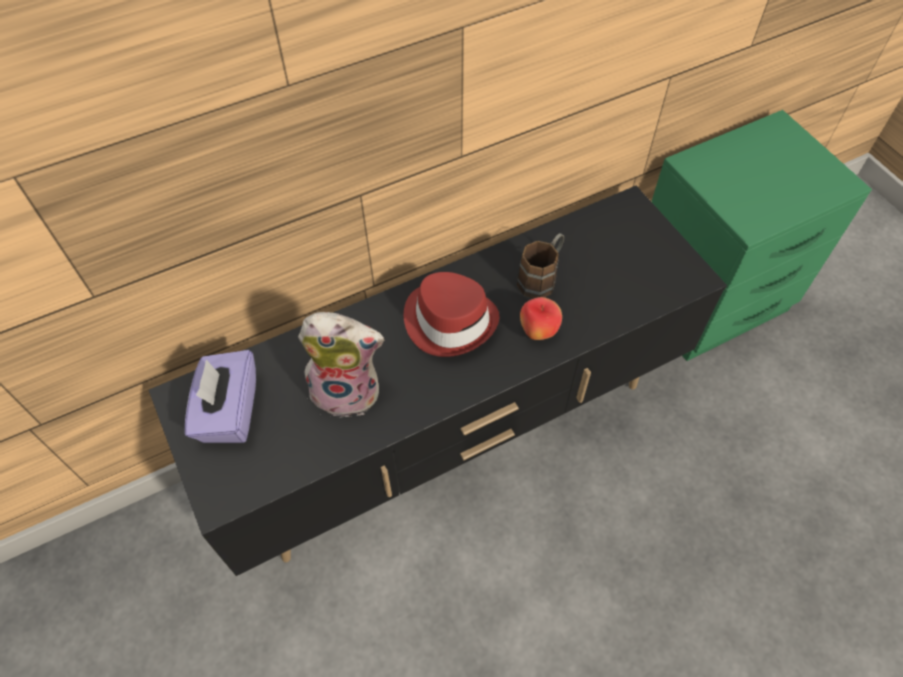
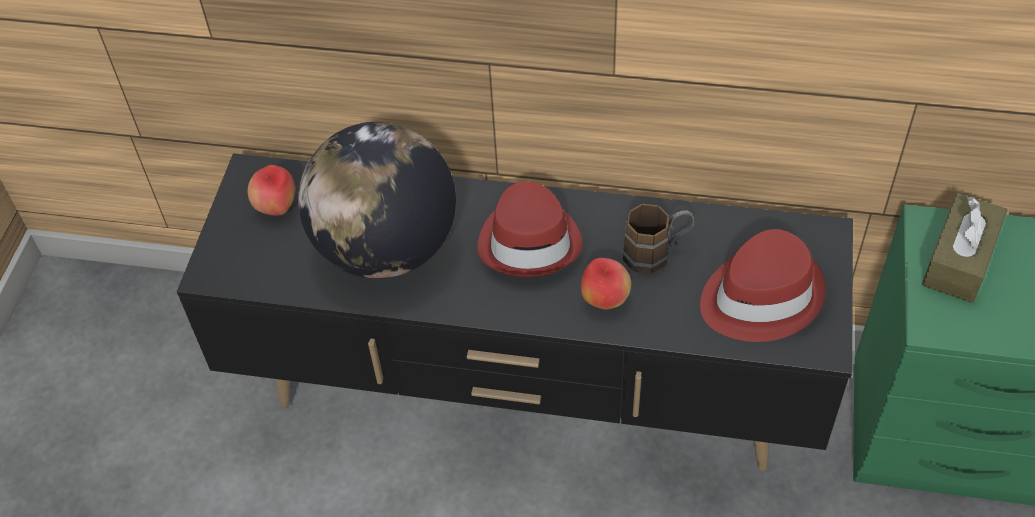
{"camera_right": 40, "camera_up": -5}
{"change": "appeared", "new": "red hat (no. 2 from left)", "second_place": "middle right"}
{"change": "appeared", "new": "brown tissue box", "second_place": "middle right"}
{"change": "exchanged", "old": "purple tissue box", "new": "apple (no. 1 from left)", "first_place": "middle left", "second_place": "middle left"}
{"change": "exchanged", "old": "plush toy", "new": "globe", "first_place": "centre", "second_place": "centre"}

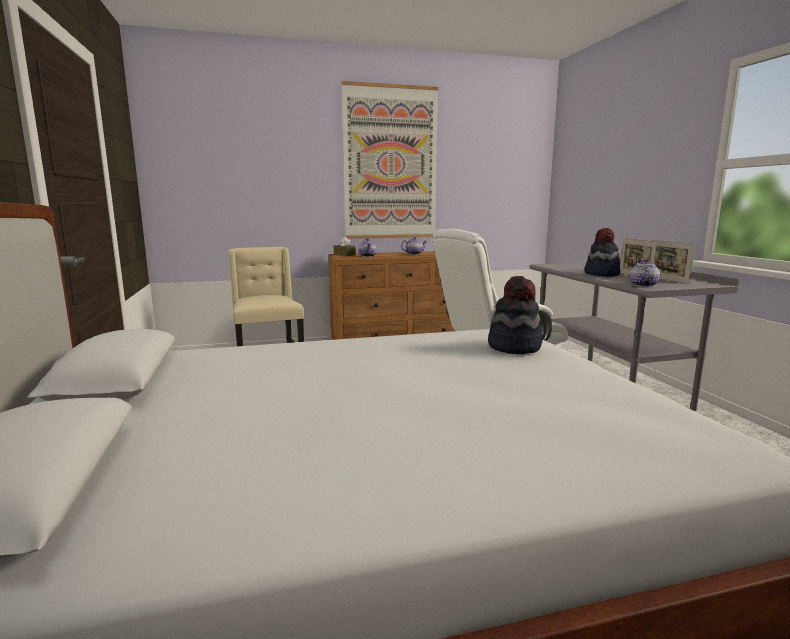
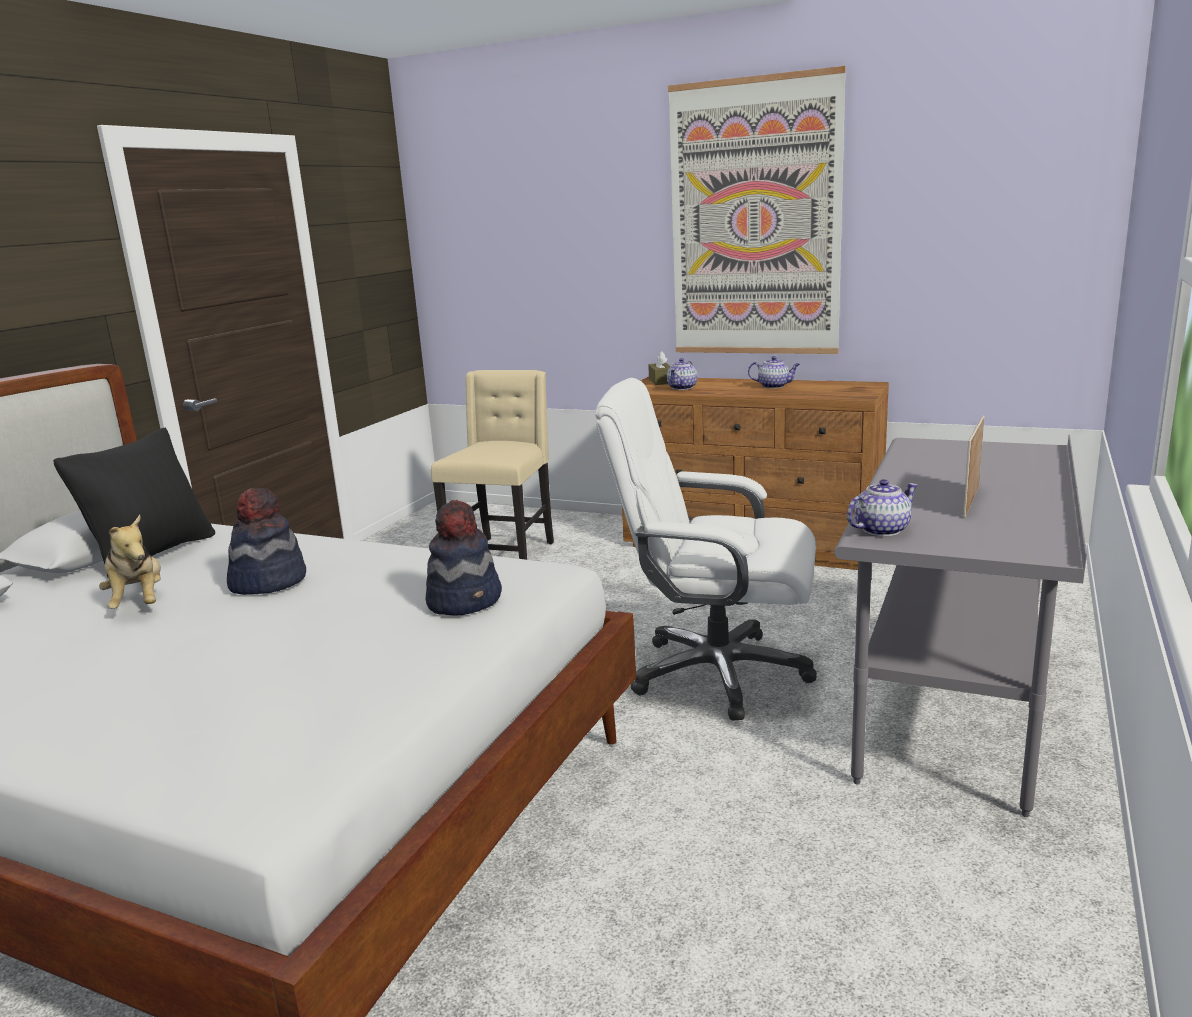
{"camera_right": 40, "camera_up": 5}
{"change": "missing", "old": "picture frame (no. 2 from left)", "first_place": "middle right"}
{"change": "appeared", "new": "black pillow", "second_place": "middle left"}
{"change": "appeared", "new": "plush toy", "second_place": "middle left"}
{"change": "relocated", "old": "hat (no. 2 from left in the first image)", "new": "hat (no. 1 from left)", "first_place": "middle right", "second_place": "middle left"}

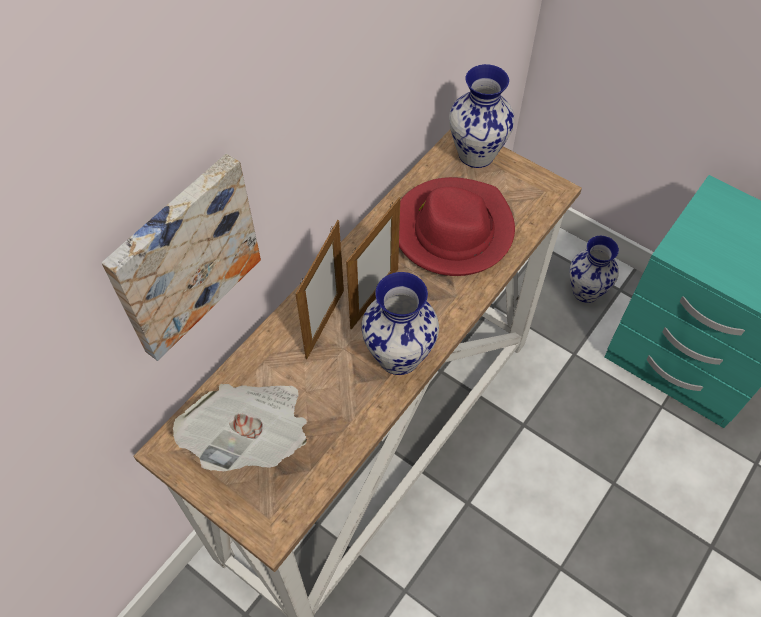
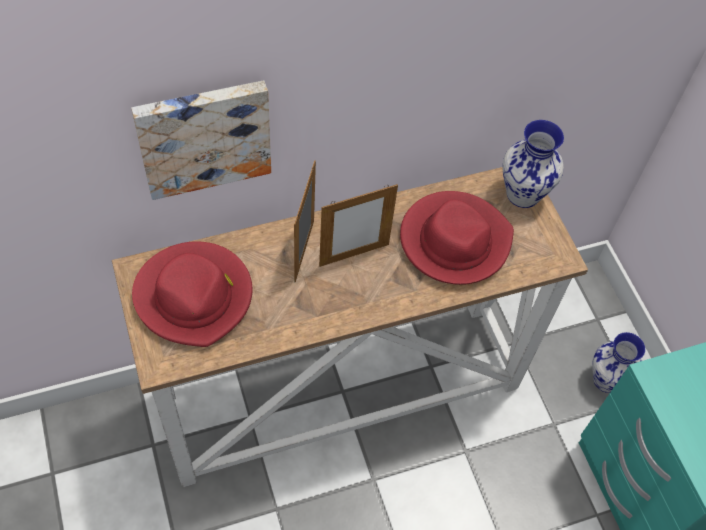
{"camera_right": 30, "camera_up": 0}
{"change": "missing", "old": "vase (no. 1 from left)", "first_place": "centre"}
{"change": "exchanged", "old": "newspaper", "new": "red hat (no. 1 from left)", "first_place": "bottom left", "second_place": "middle left"}
{"change": "spun", "old": "picture frame (no. 1 from left)", "first_place": "centre", "second_place": "centre", "degrees": 135}

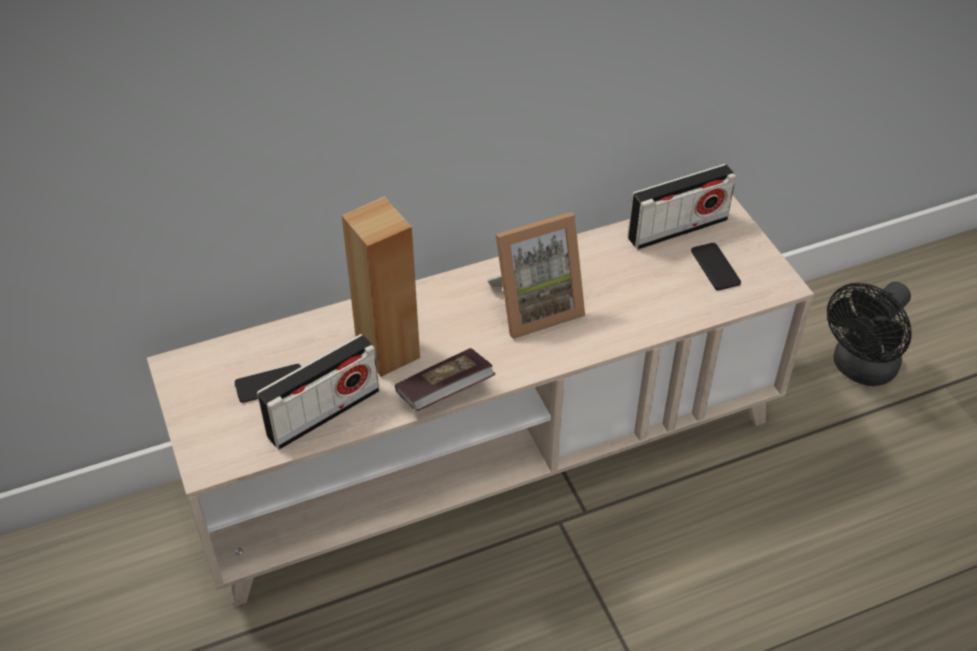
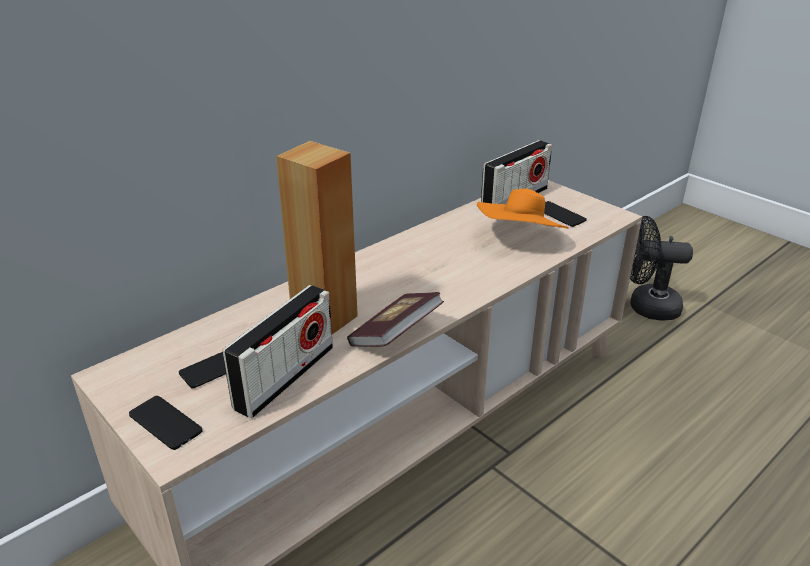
{"camera_right": -20, "camera_up": -15}
{"change": "missing", "old": "picture frame", "first_place": "centre"}
{"change": "appeared", "new": "phone (no. 1 from left)", "second_place": "bottom left"}
{"change": "appeared", "new": "orange hat", "second_place": "centre"}
{"change": "spun", "old": "black fan", "first_place": "middle right", "second_place": "middle right", "degrees": 75}

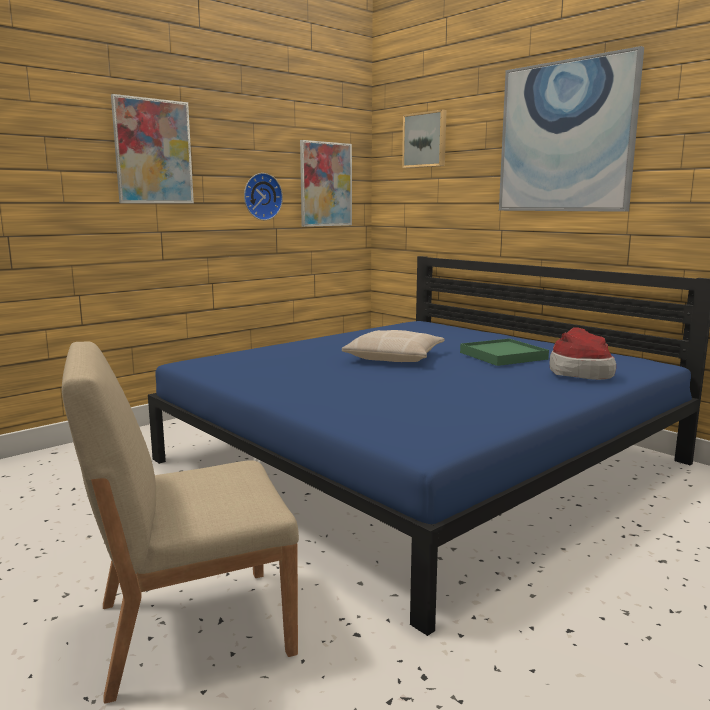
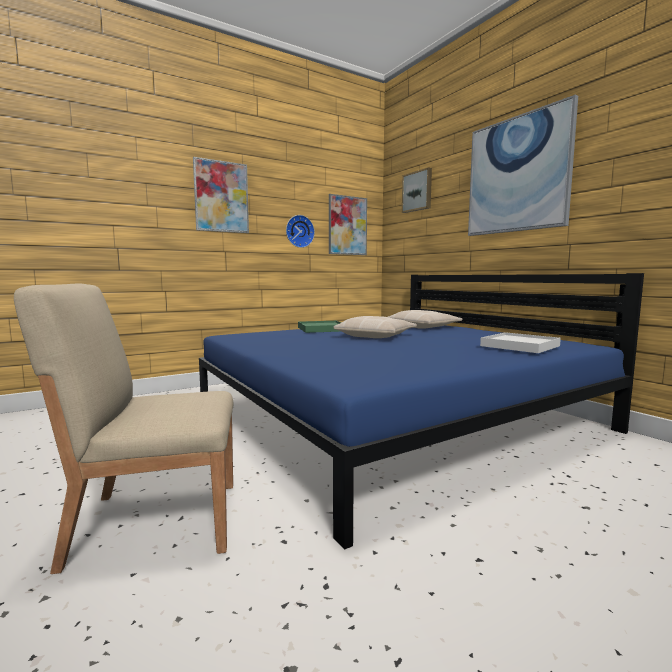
{"camera_right": 10, "camera_up": -5}
{"change": "appeared", "new": "beige pillow (no. 2 from left)", "second_place": "centre"}
{"change": "relocated", "old": "green tray", "first_place": "middle right", "second_place": "centre"}
{"change": "exchanged", "old": "hat", "new": "white tray", "first_place": "middle right", "second_place": "middle right"}

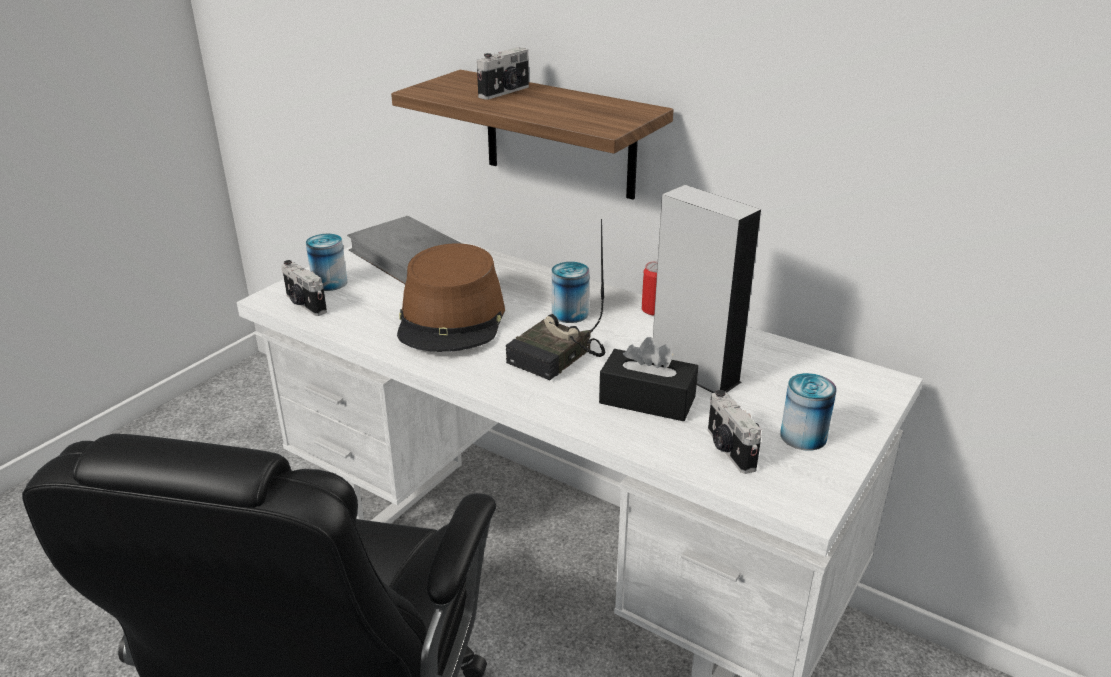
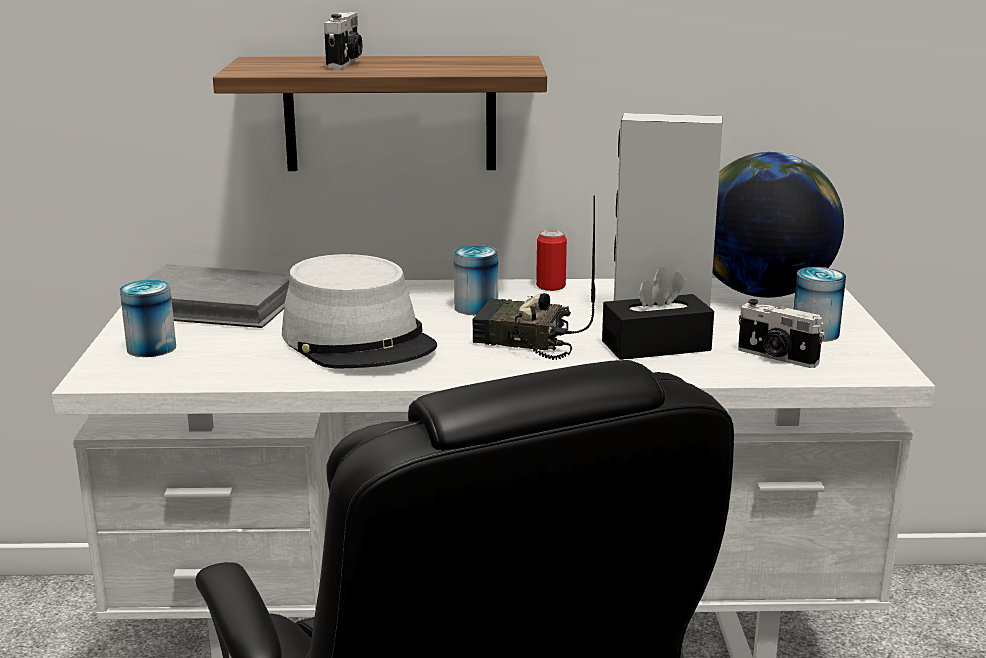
{"camera_right": -35, "camera_up": -10}
{"change": "missing", "old": "photo camera (no. 1 from left)", "first_place": "middle left"}
{"change": "appeared", "new": "globe", "second_place": "middle right"}
{"change": "colour", "old": "brown hat", "new": "grey hat", "first_place": "centre", "second_place": "centre"}
{"change": "spun", "old": "radio", "first_place": "centre", "second_place": "centre", "degrees": 105}

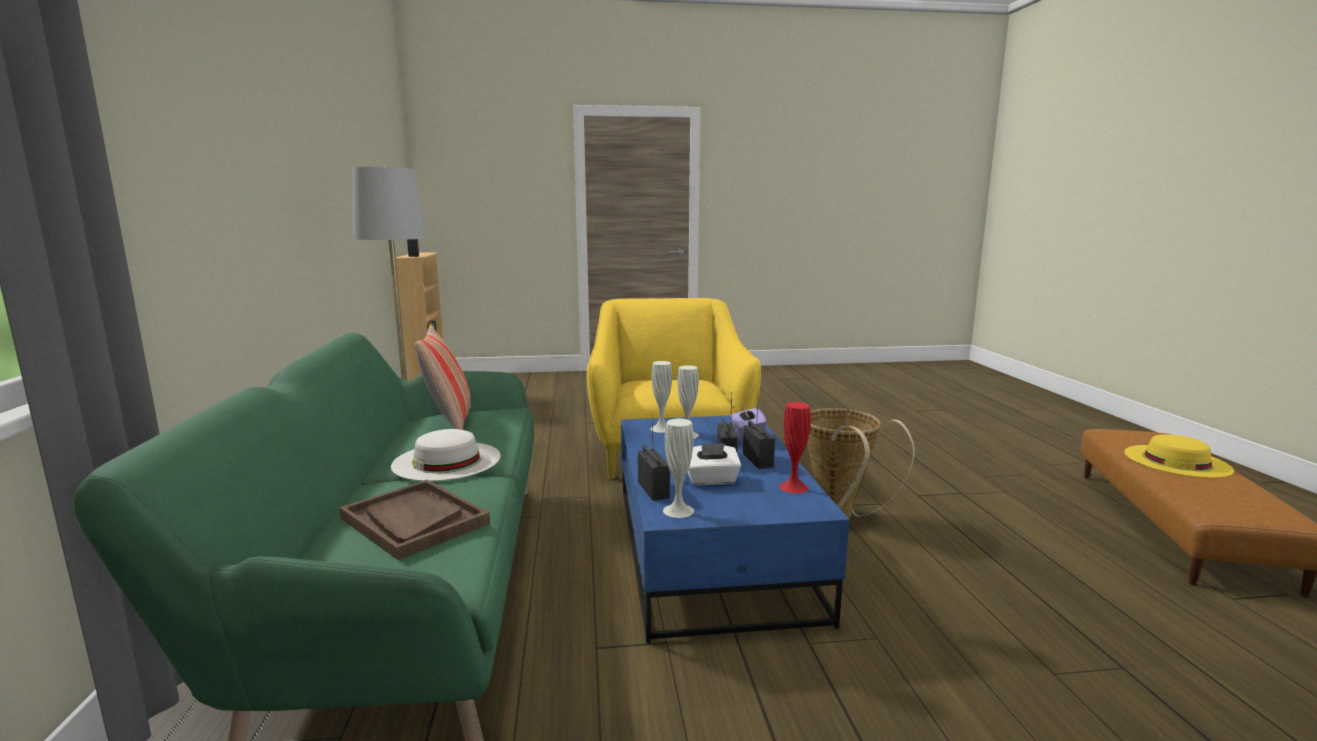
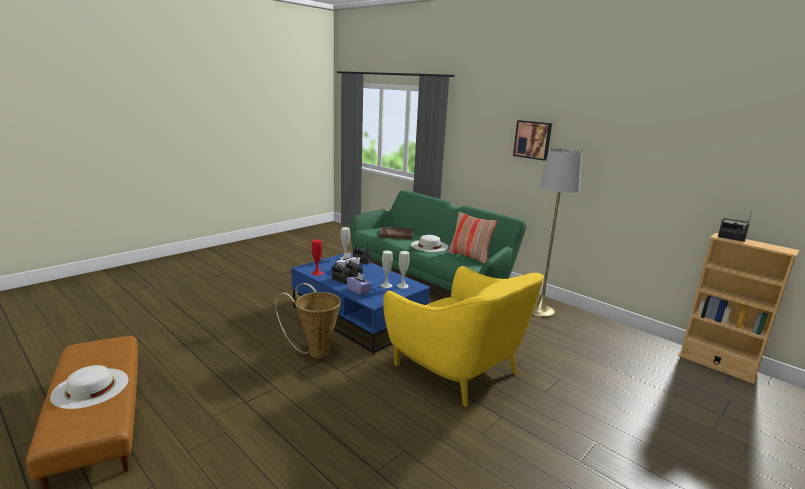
{"camera_right": 140, "camera_up": 5}
{"change": "appeared", "new": "picture", "second_place": "top centre"}
{"change": "colour", "old": "yellow hat", "new": "white hat (no. 1 from left)", "first_place": "middle right", "second_place": "bottom left"}

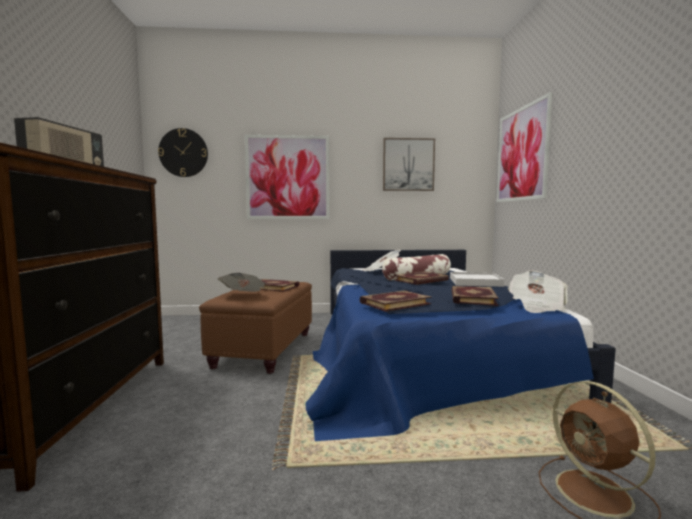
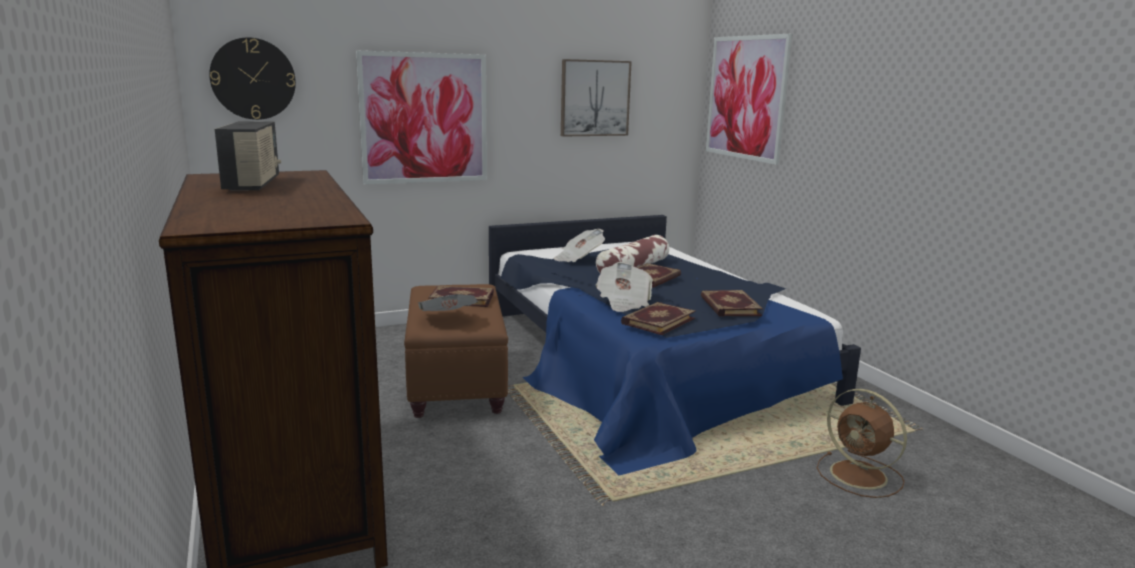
{"camera_right": -20, "camera_up": 10}
{"change": "missing", "old": "white tray", "first_place": "middle right"}
{"change": "relocated", "old": "newspaper (no. 3 from left)", "first_place": "middle right", "second_place": "centre"}

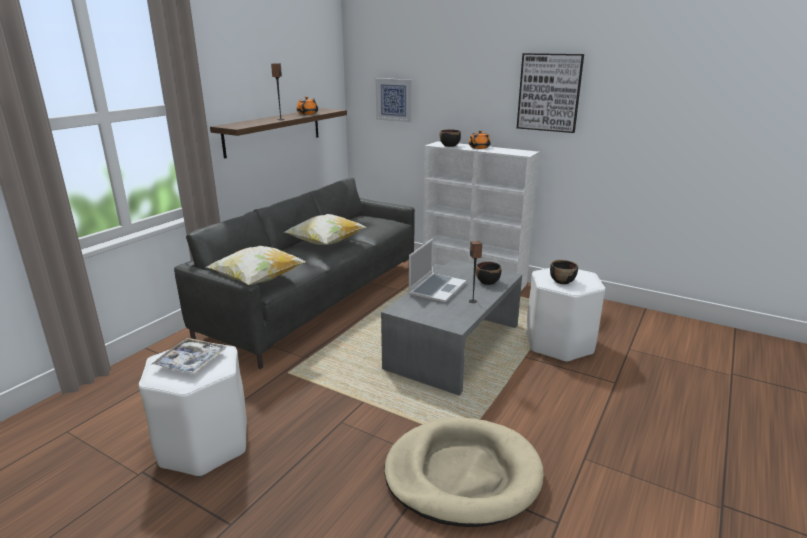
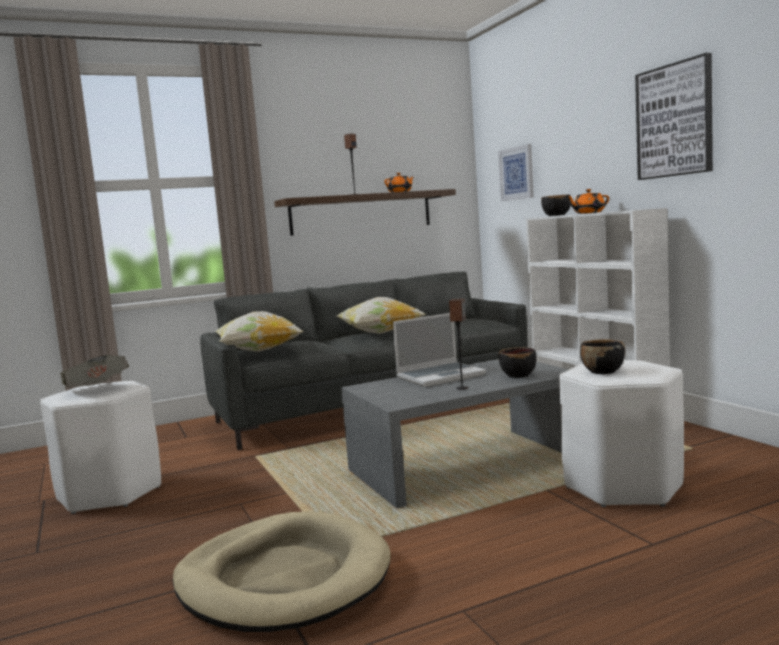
{"camera_right": 35, "camera_up": -15}
{"change": "exchanged", "old": "tray", "new": "newspaper", "first_place": "middle left", "second_place": "middle left"}

